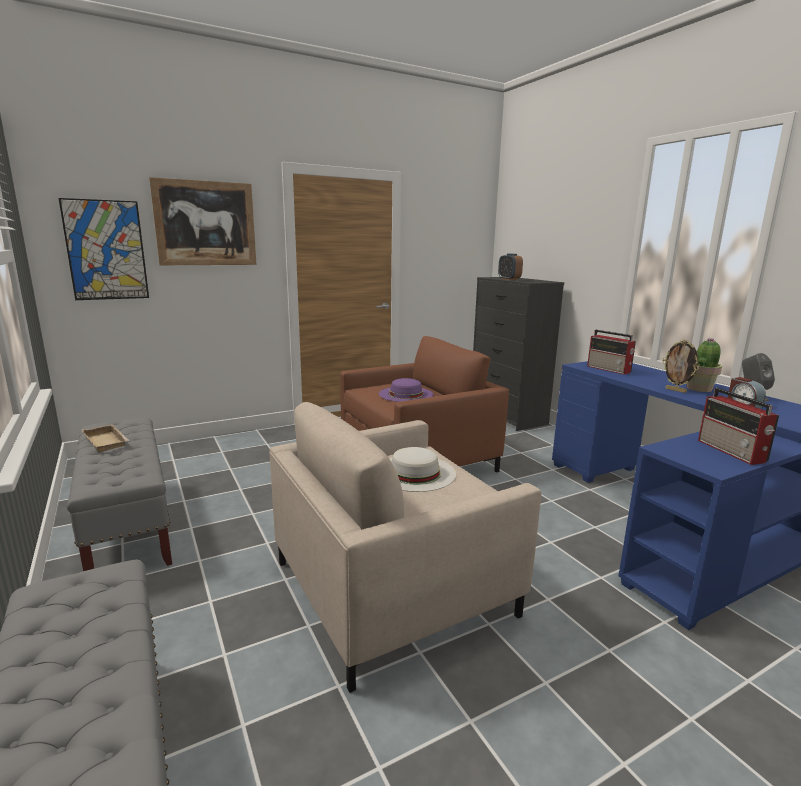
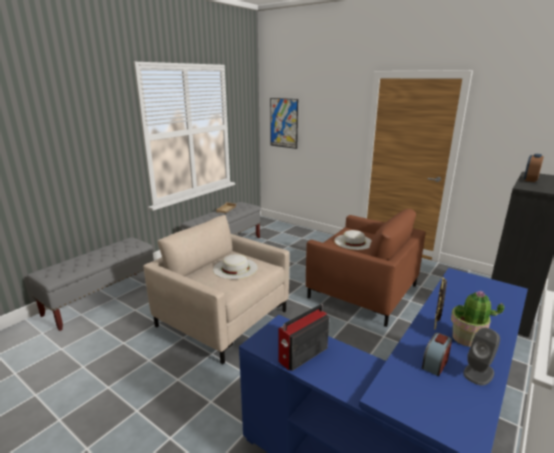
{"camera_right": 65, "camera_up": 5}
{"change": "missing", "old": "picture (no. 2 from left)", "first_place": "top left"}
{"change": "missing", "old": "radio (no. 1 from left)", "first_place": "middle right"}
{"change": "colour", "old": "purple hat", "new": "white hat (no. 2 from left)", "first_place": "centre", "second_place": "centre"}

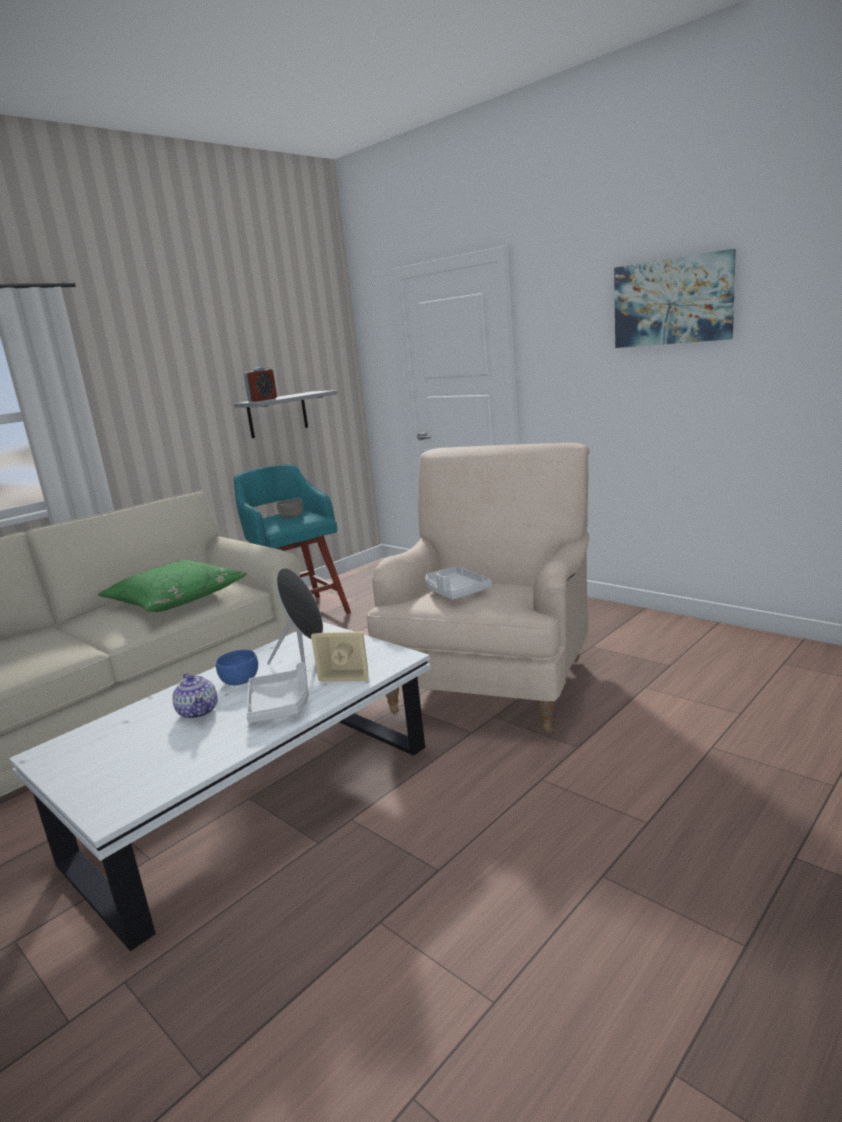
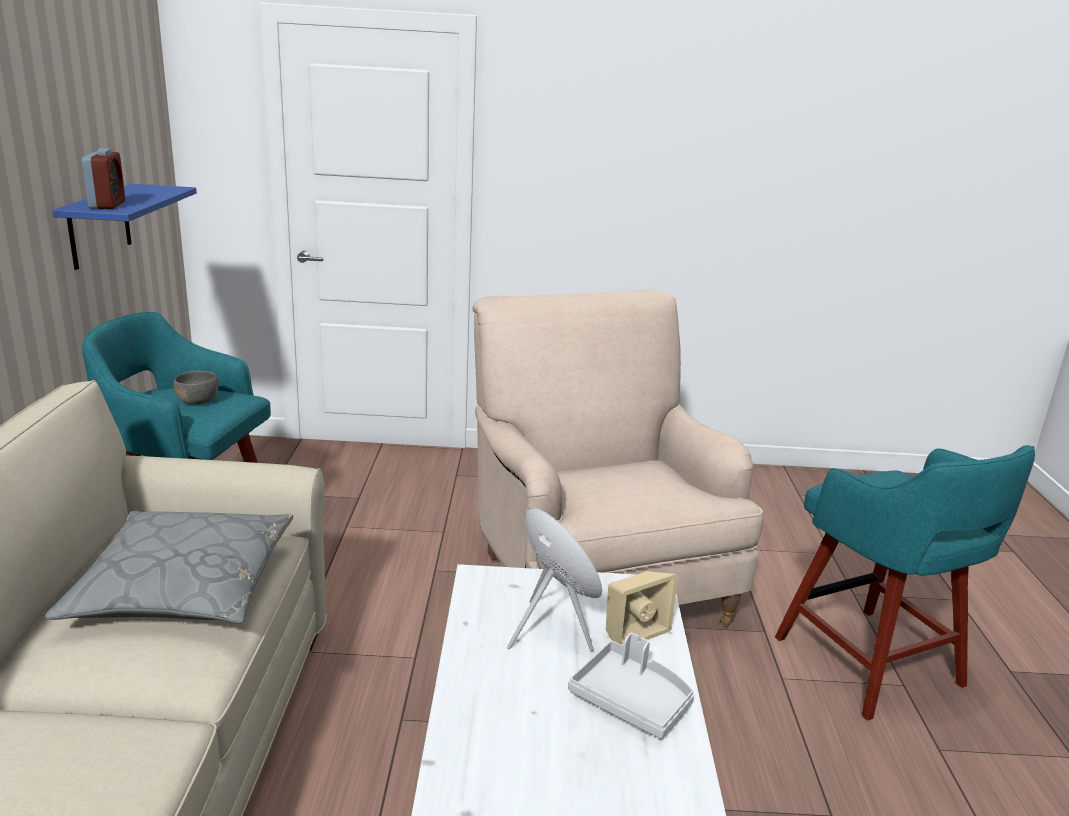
{"camera_right": -45, "camera_up": 5}
{"change": "missing", "old": "teapot", "first_place": "middle left"}
{"change": "missing", "old": "blue bowl", "first_place": "middle left"}
{"change": "missing", "old": "grey tray (no. 2 from left)", "first_place": "centre"}
{"change": "missing", "old": "picture", "first_place": "top right"}
{"change": "appeared", "new": "turquoise stool (no. 2 from left)", "second_place": "bottom right"}
{"change": "colour", "old": "green pillow", "new": "grey pillow", "first_place": "middle left", "second_place": "bottom left"}
{"change": "colour", "old": "grey shelf", "new": "blue shelf", "first_place": "centre", "second_place": "top left"}

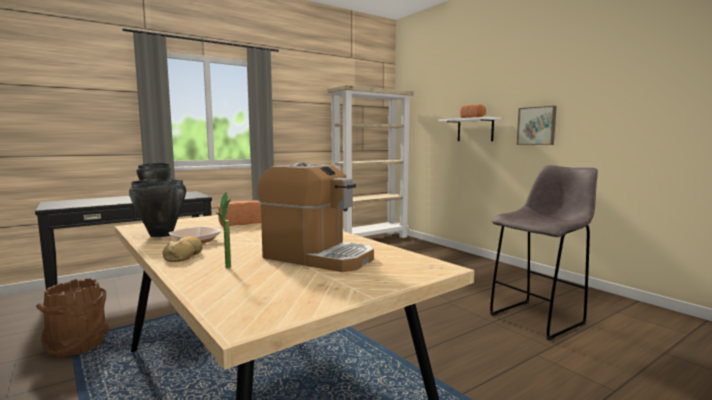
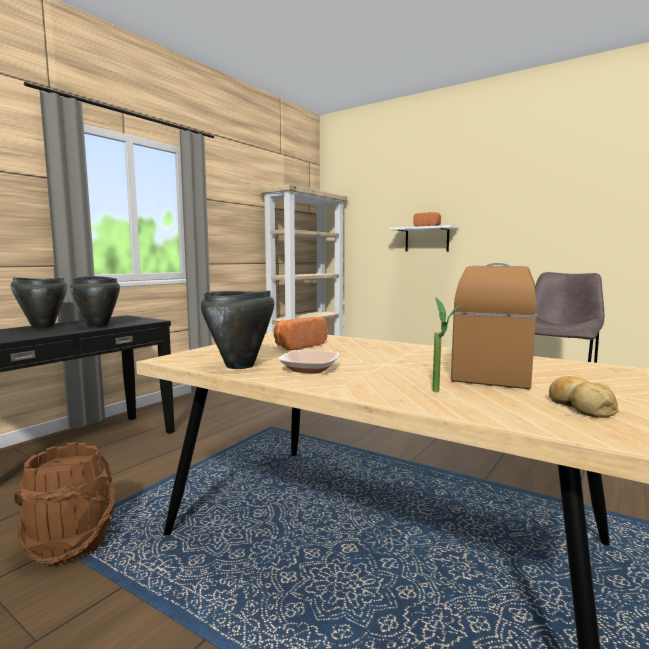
{"camera_right": -20, "camera_up": 0}
{"change": "missing", "old": "picture", "first_place": "top right"}
{"change": "appeared", "new": "black cooking pot (no. 1 from left)", "second_place": "middle left"}
{"change": "relocated", "old": "bread (no. 1 from left in the first image)", "new": "bread (no. 3 from left)", "first_place": "middle left", "second_place": "middle right"}
{"change": "spun", "old": "coffee machine", "first_place": "centre", "second_place": "middle right", "degrees": -75}

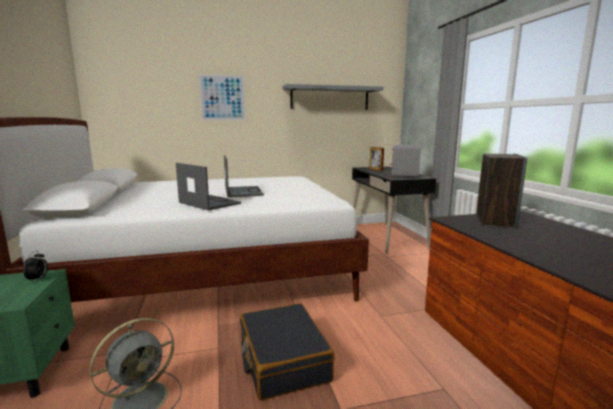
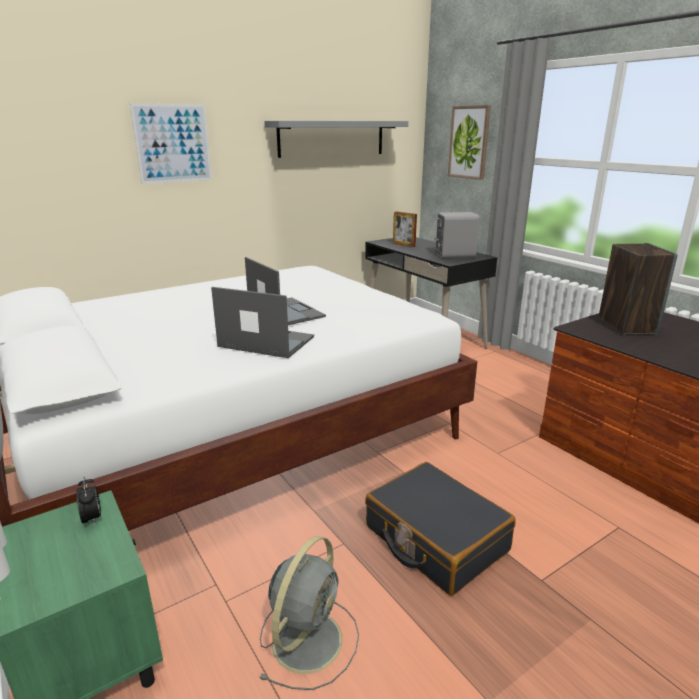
{"camera_right": -20, "camera_up": 10}
{"change": "appeared", "new": "picture (no. 2 from left)", "second_place": "top right"}

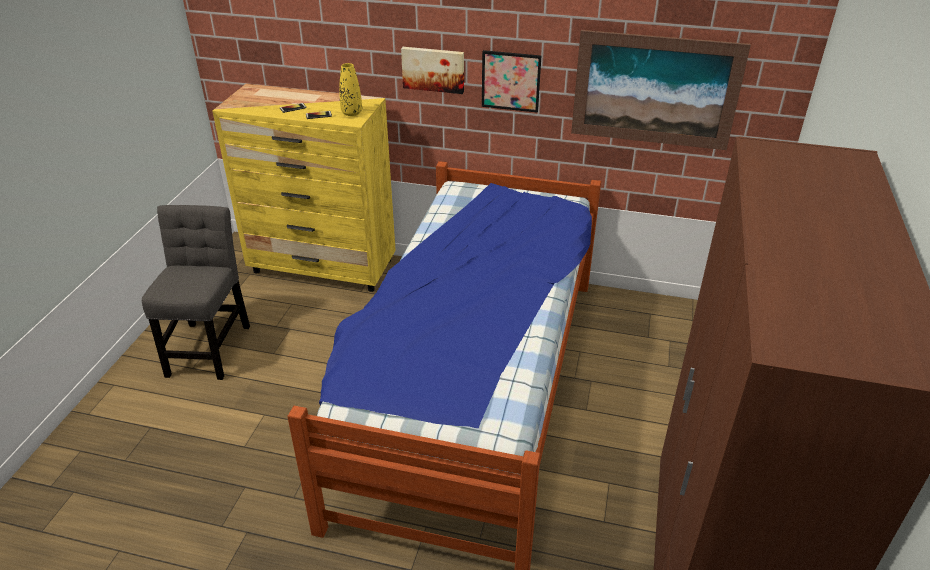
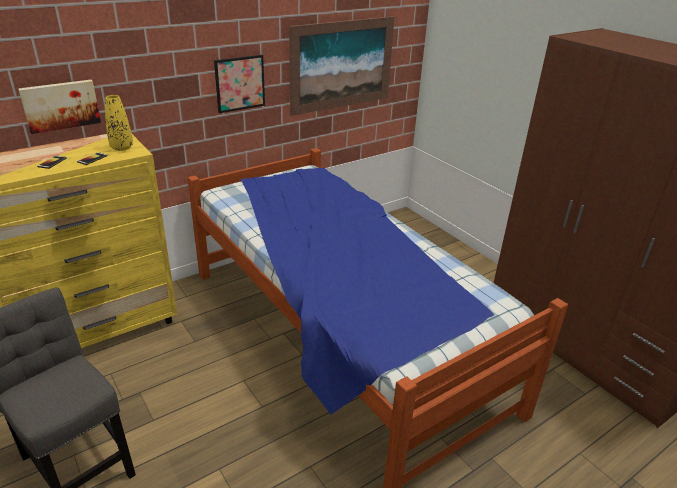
{"camera_right": -50, "camera_up": -5}
{"change": "relocated", "old": "picture (no. 1 from left)", "first_place": "top centre", "second_place": "top left"}

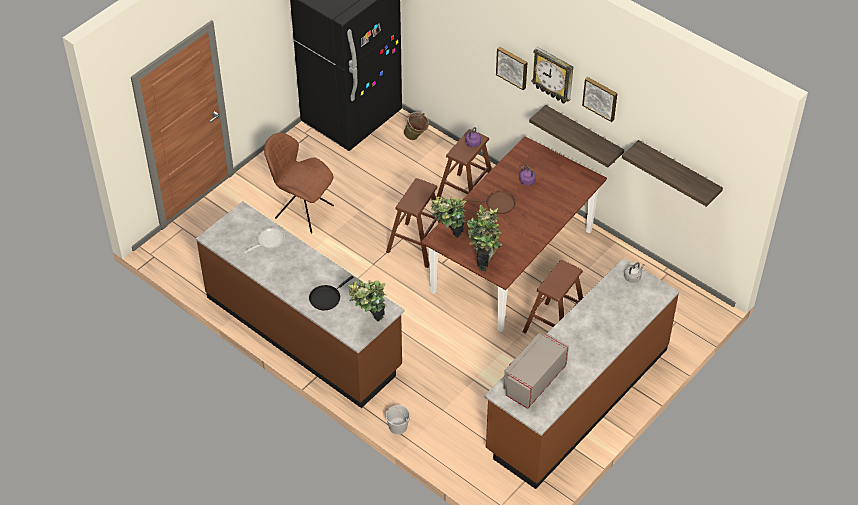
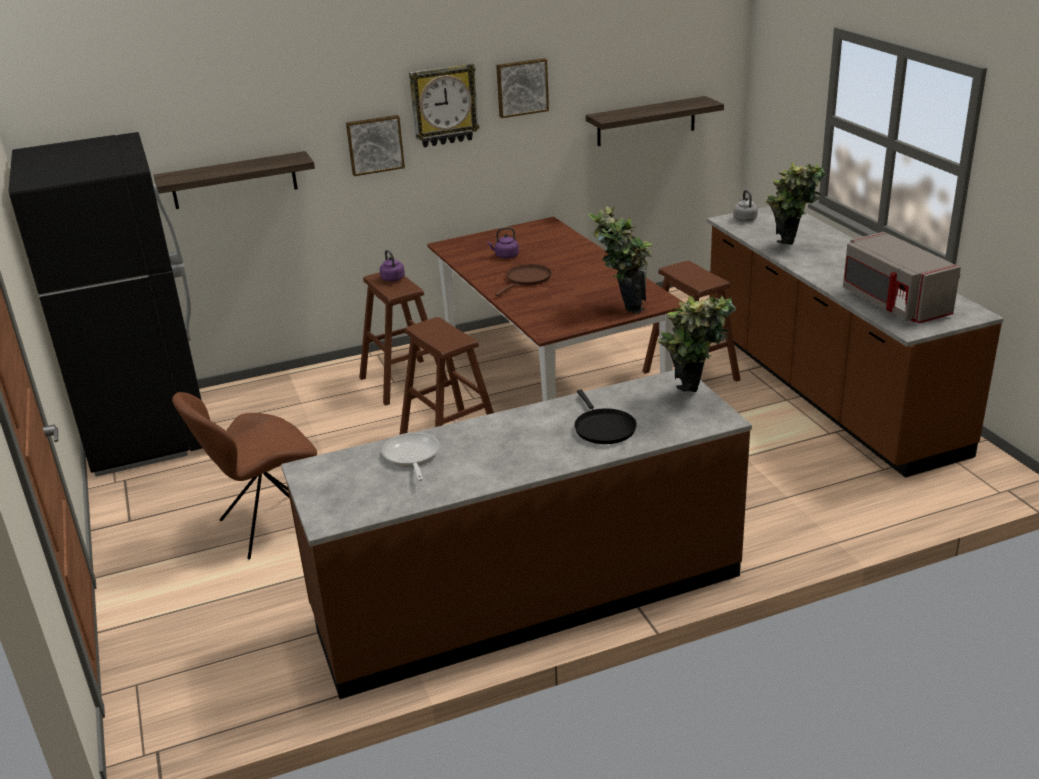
{"camera_right": -60, "camera_up": -20}
{"change": "missing", "old": "white bucket", "first_place": "bottom centre"}
{"change": "missing", "old": "green bucket", "first_place": "top centre"}
{"change": "relocated", "old": "potted plant (no. 2 from left in the first image)", "new": "potted plant (no. 3 from left)", "first_place": "centre", "second_place": "top right"}
{"change": "relocated", "old": "shelf (no. 1 from left)", "first_place": "top right", "second_place": "top left"}

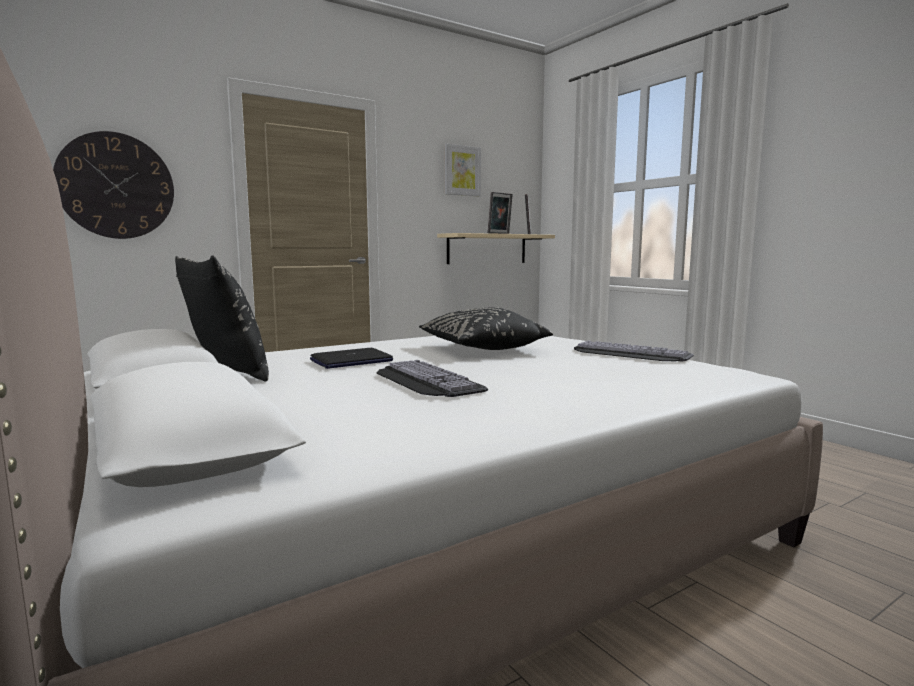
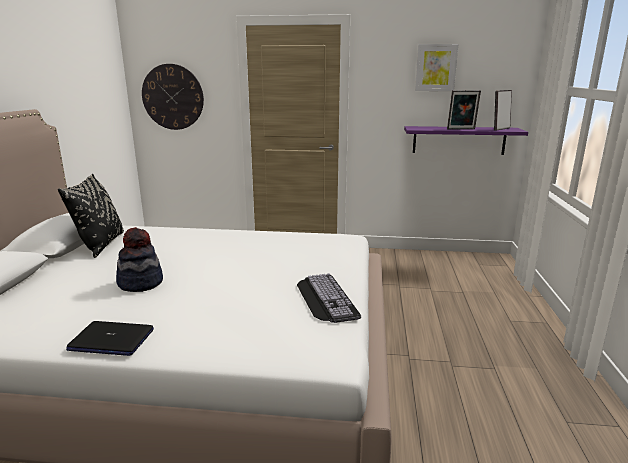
{"camera_right": 40, "camera_up": 10}
{"change": "missing", "old": "black pillow (no. 2 from left)", "first_place": "centre"}
{"change": "relocated", "old": "laptop", "first_place": "centre", "second_place": "bottom left"}
{"change": "exchanged", "old": "keyboard (no. 1 from left)", "new": "hat", "first_place": "centre", "second_place": "middle left"}
{"change": "colour", "old": "beige shelf", "new": "purple shelf", "first_place": "centre", "second_place": "top right"}

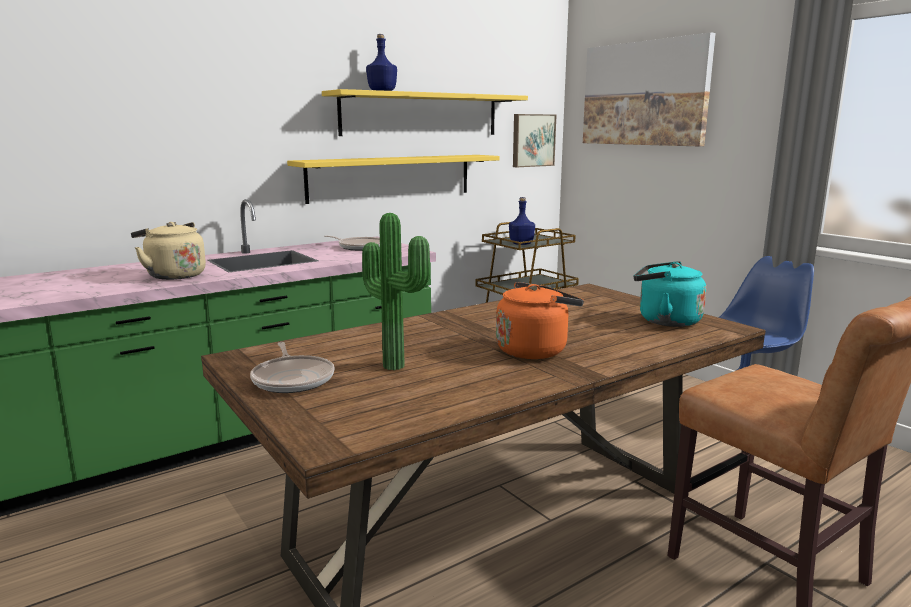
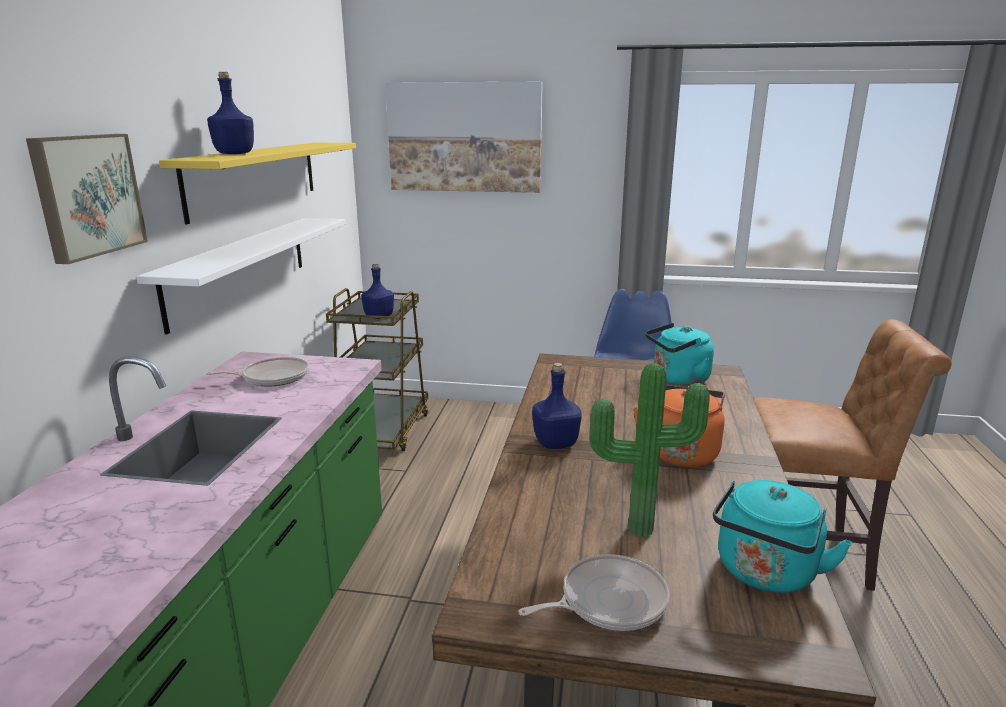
{"camera_right": -45, "camera_up": 5}
{"change": "missing", "old": "beige kettle", "first_place": "middle left"}
{"change": "appeared", "new": "blue bottle (no. 3 from left)", "second_place": "centre"}
{"change": "appeared", "new": "turquoise kettle (no. 2 from left)", "second_place": "bottom right"}
{"change": "relocated", "old": "picture (no. 1 from left)", "first_place": "top centre", "second_place": "top left"}
{"change": "colour", "old": "yellow shelf (no. 1 from left)", "new": "white shelf", "first_place": "top centre", "second_place": "middle left"}
{"change": "spun", "old": "frying pan (no. 1 from left in the first image)", "first_place": "middle left", "second_place": "bottom centre", "degrees": -45}

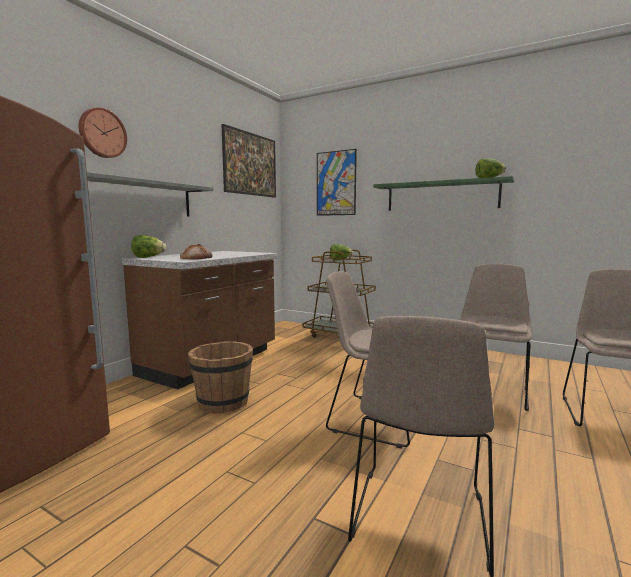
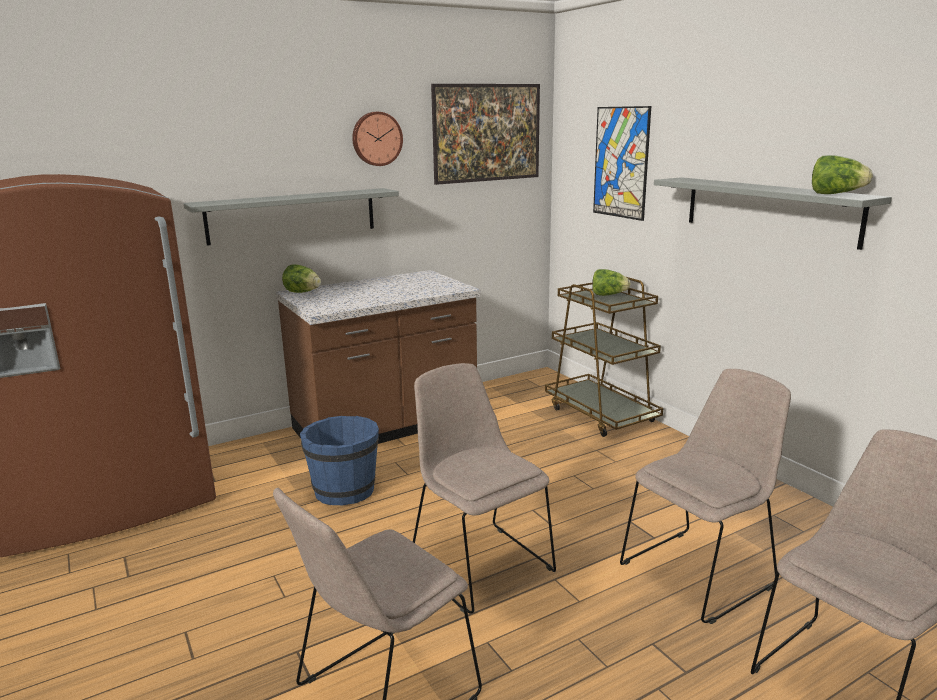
{"camera_right": 30, "camera_up": 10}
{"change": "missing", "old": "bread", "first_place": "middle left"}
{"change": "relocated", "old": "wall clock", "first_place": "top left", "second_place": "top centre"}
{"change": "colour", "old": "brown bucket", "new": "blue bucket", "first_place": "centre", "second_place": "centre"}
{"change": "colour", "old": "green shelf", "new": "grey shelf (no. 2 from left)", "first_place": "middle right", "second_place": "top right"}

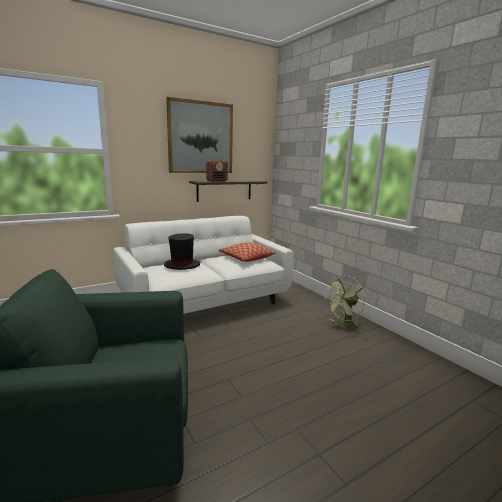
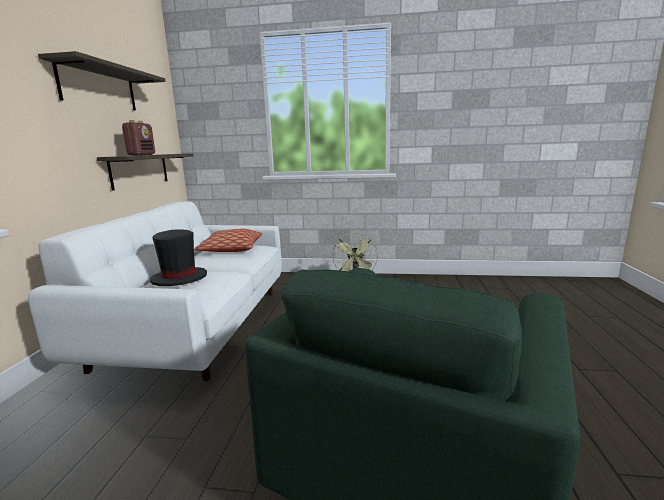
{"camera_right": -50, "camera_up": 0}
{"change": "exchanged", "old": "picture", "new": "shelf (no. 1 from left)", "first_place": "top centre", "second_place": "top left"}

